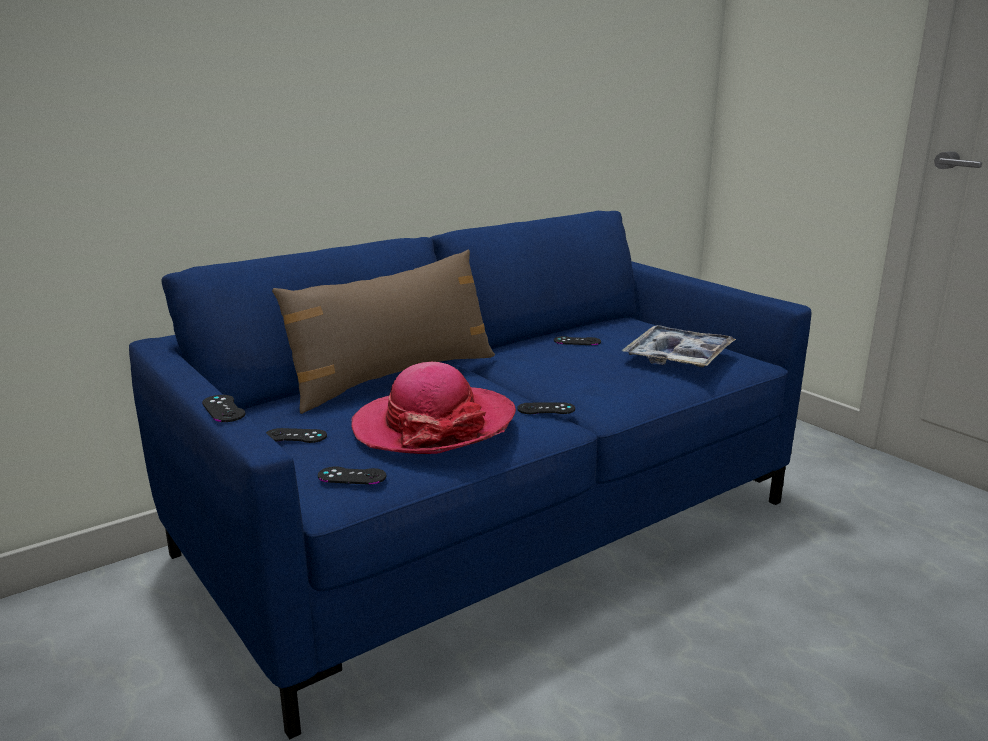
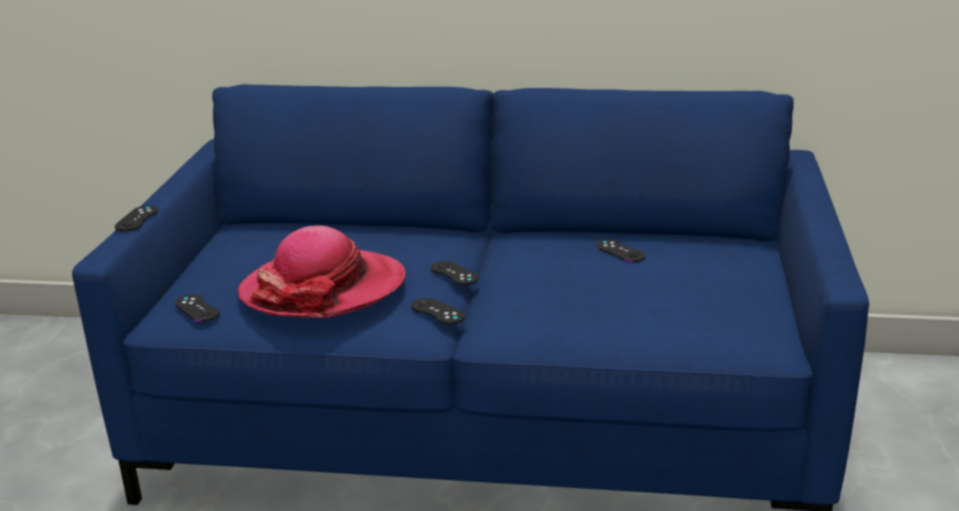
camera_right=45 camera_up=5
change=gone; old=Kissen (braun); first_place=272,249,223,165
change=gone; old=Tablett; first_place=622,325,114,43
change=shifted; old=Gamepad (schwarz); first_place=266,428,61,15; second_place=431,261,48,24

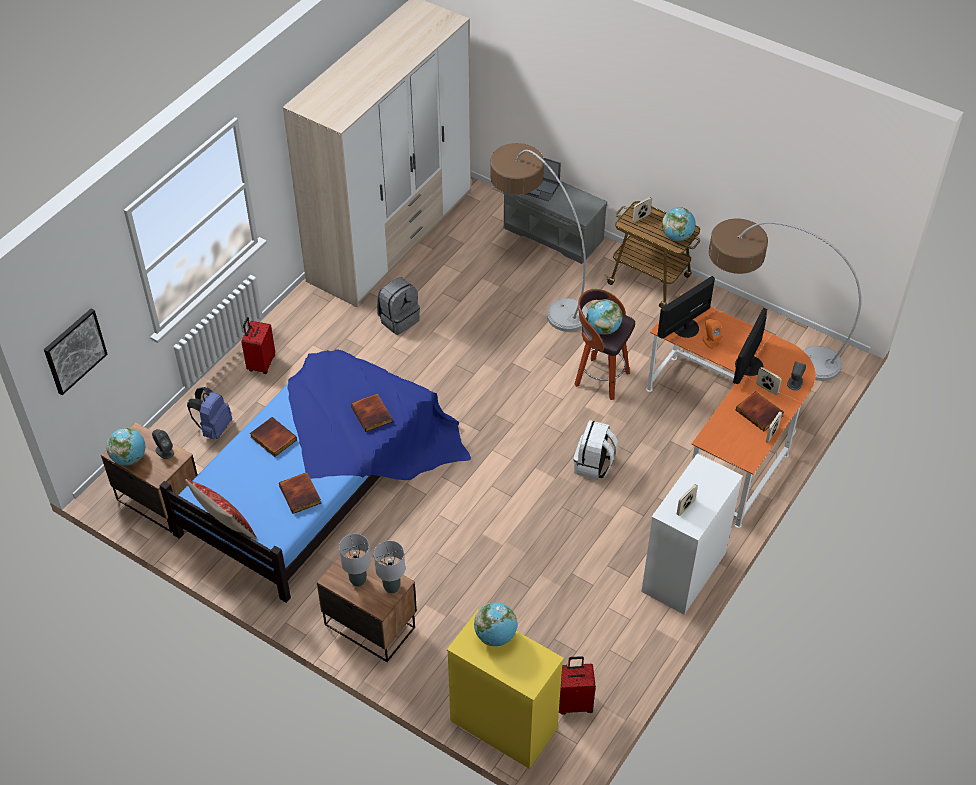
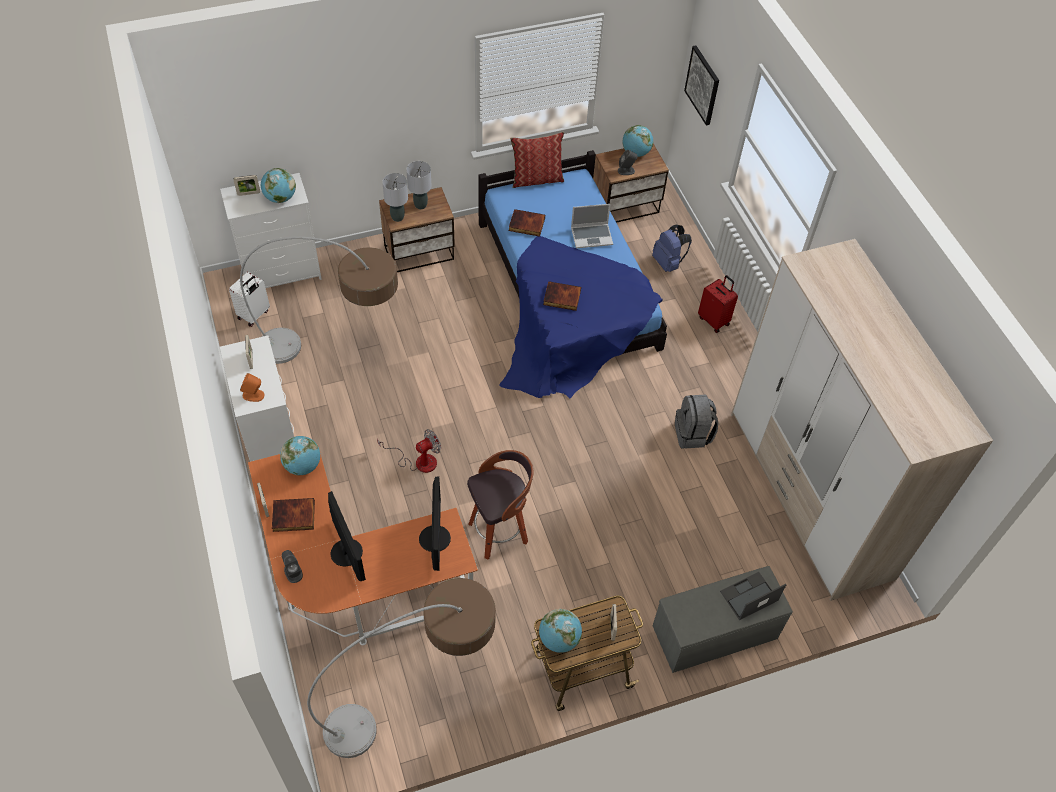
camera_right=125 camera_up=5
change=shifted; old=Stehlampe; first_place=490,143,98,189; second_place=240,237,158,127
change=shifted; old=Globus; first_place=587,299,36,36; second_place=280,436,40,40
change=shifted; old=Lautsprecher (orange); first_place=703,319,20,30; second_place=240,373,25,29
change=shifted; old=Bilderrahmen; first_place=756,367,26,28; second_place=234,175,26,21
change=swapped; old=Buch; new=Laptop; first_place=250,417,47,40; second_place=571,204,42,44
change=swapped; old=Rucksack (weiß); new=Ventilator; first_place=574,420,44,60; second_place=377,429,64,44
change=repainted; old=Kommode (gelb); new=Kommode (weiß); first_place=447,609,117,160; second_place=220,173,102,115
change=repainted; old=Koffer (rot); new=Koffer (weiß); first_place=559,656,37,59; second_place=229,272,41,55

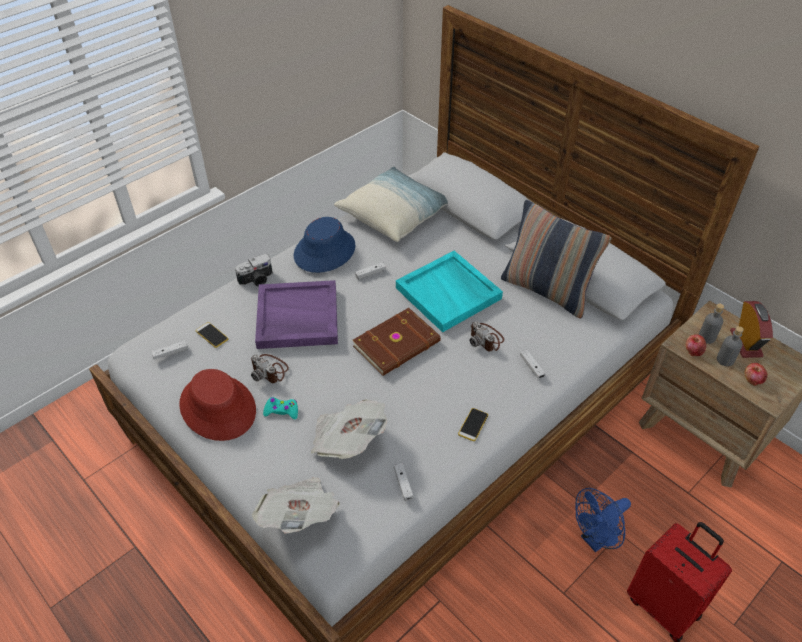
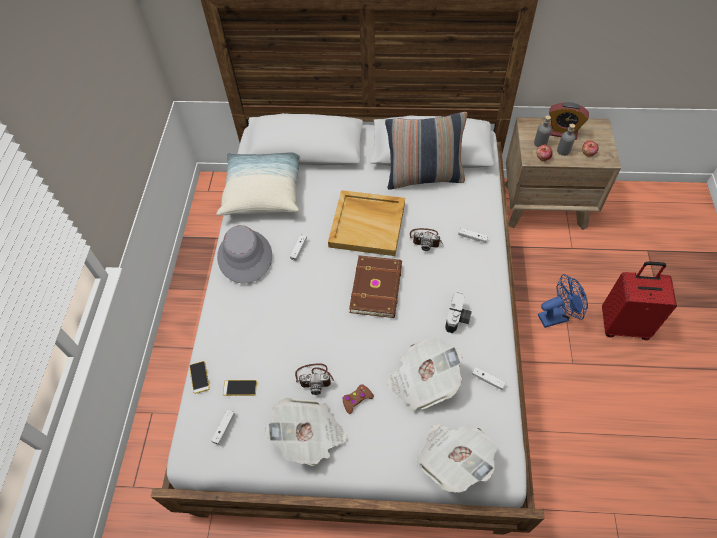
camera_right=-40 camera_up=10
change=repainted; old=Hut (blau); new=Hut (grau); first_place=294,217,62,56; second_place=217,225,55,58
change=repainted; old=Tablett (türkis); new=Tablett (beige); first_place=396,251,107,81; second_place=328,190,77,66
change=shifted; old=Kamera; first_place=235,254,38,32; second_place=445,292,27,41
change=gone; old=Tablett (lila); first_place=255,280,83,69
change=rotated; old=Wecker; first_place=730,301,43,57; second_place=549,102,40,38; degrees=150
change=swapped; old=Hut (rot); new=Zeitung; first_place=179,369,77,72; second_place=265,398,83,68
change=repainted; old=Gamepad (türkis); new=Gamepad (braun); first_place=263,397,35,22; second_place=342,384,32,30
change=shifted; old=Handy; first_place=458,408,30,33; second_place=189,361,21,33
change=rotated; old=Ventilator (blau); first_place=575,488,56,64; second_place=538,274,50,54; degrees=-120

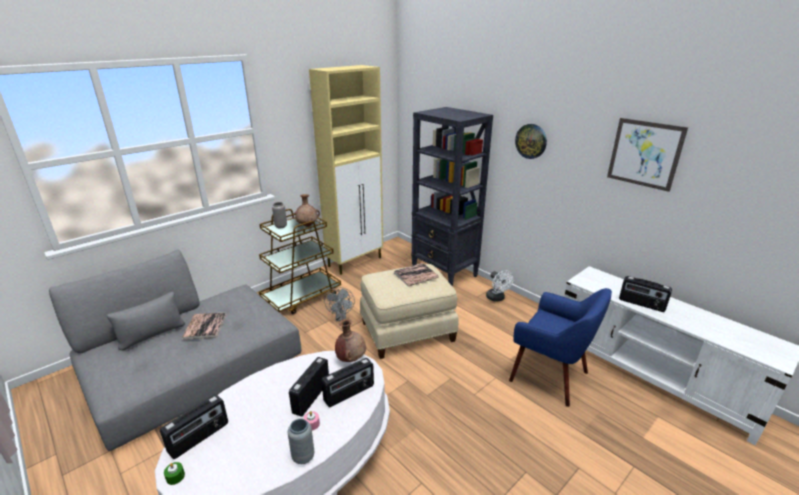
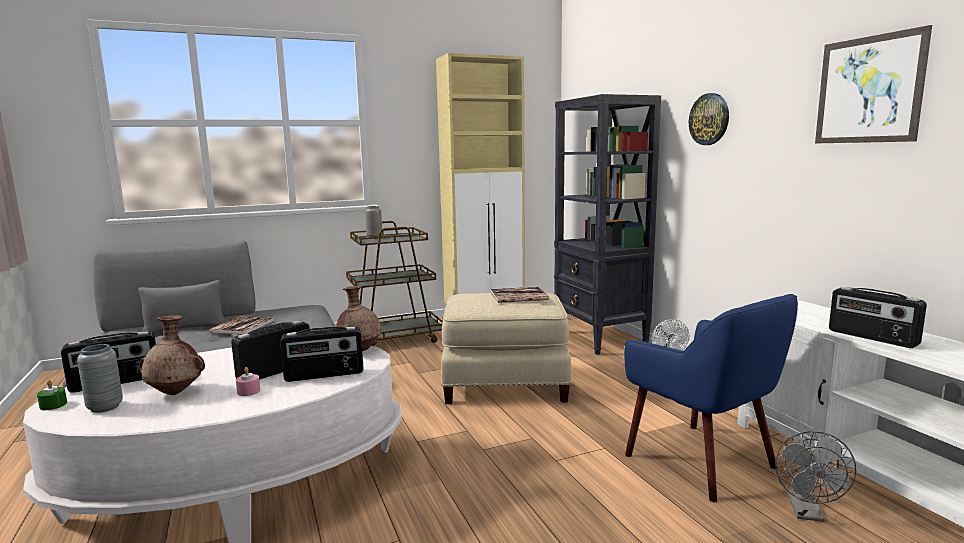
camera_right=20 camera_up=-15
change=shifted; old=Vase (braun); first_place=293,194,27,33; second_place=138,315,67,80
change=shifted; old=Ventilator (grau); first_place=324,287,31,34; second_place=775,431,81,91
change=shifted; old=Vase (grau); first_place=288,418,26,46; second_place=77,344,46,69

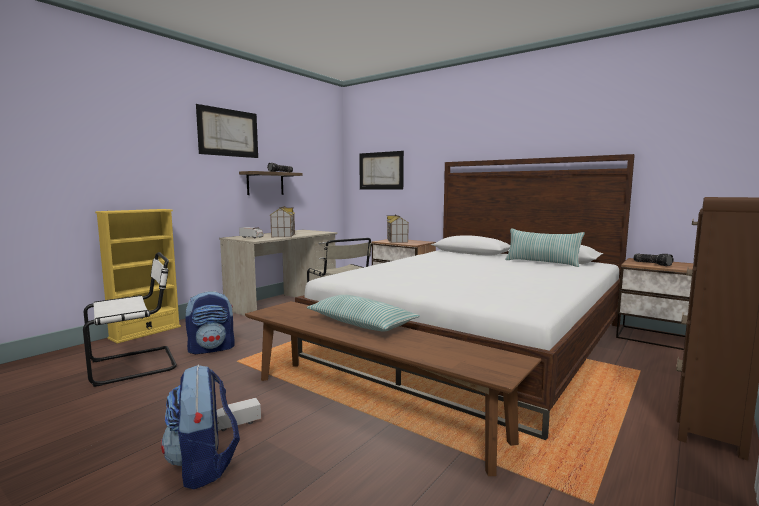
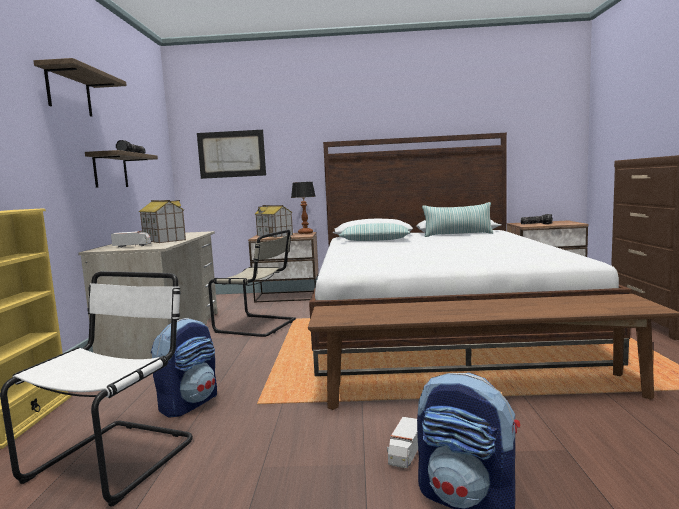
camera_right=-35 camera_up=0
change=swapped; old=Bild; new=Wandregal; first_place=196,104,62,54; second_place=33,58,94,59
change=shifted; old=Kissen; first_place=307,295,113,37; second_place=338,223,73,18
change=new; new=Tischlampe; second_place=291,182,25,52

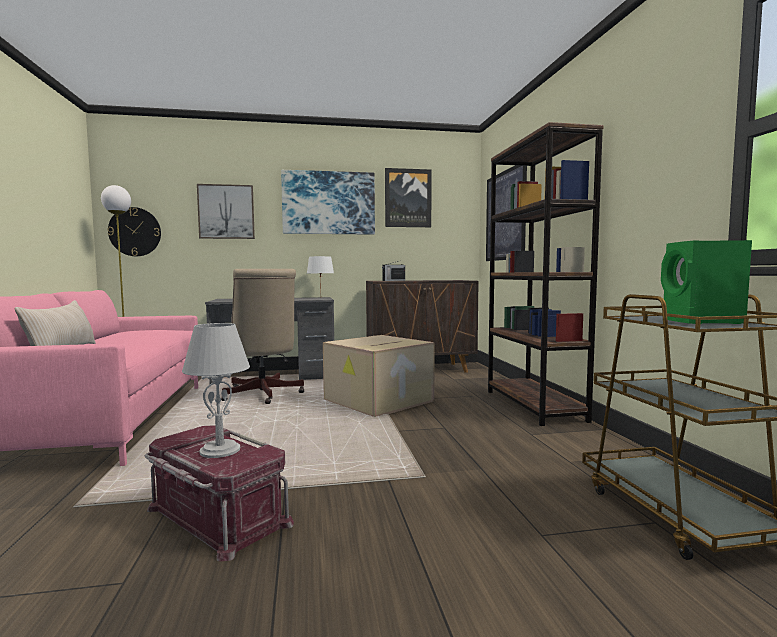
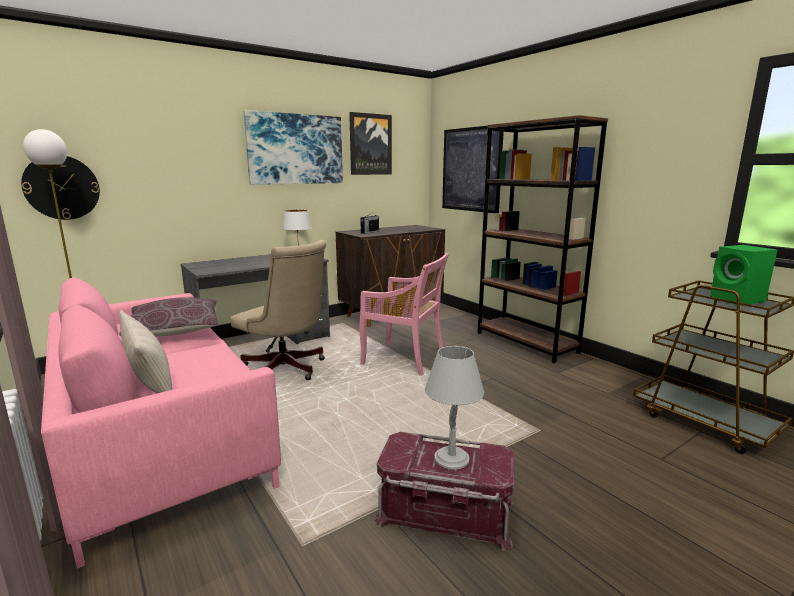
camera_right=-25 camera_up=10
change=gone; old=Bild; first_place=197,184,58,55
change=swapped; old=Karton; new=Stuhl (rosa); first_place=323,335,112,82; second_place=359,253,90,123
change=new; new=Kissen (braun); second_place=119,297,100,40

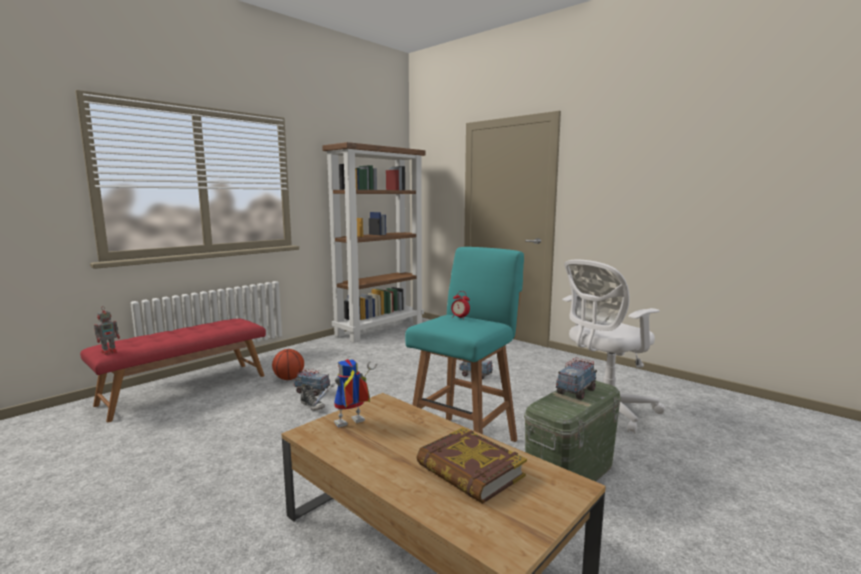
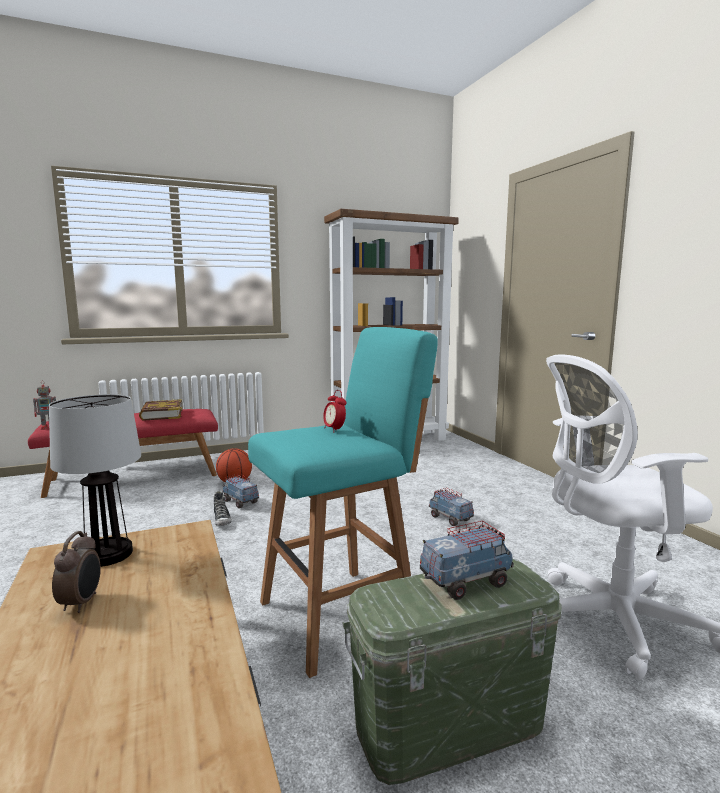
camera_right=25 camera_up=0
change=swapped; old=Spielzeugroboter; new=Tischlampe; first_place=314,359,63,69; second_place=49,394,92,173
change=shifted; old=Buch; first_place=417,427,110,77; second_place=139,399,43,22
change=new; new=Wecker; second_place=52,531,49,82

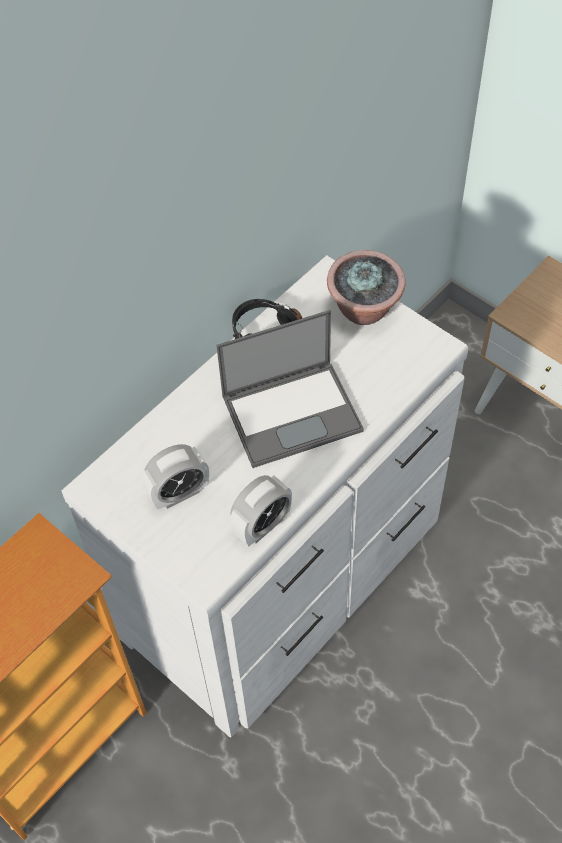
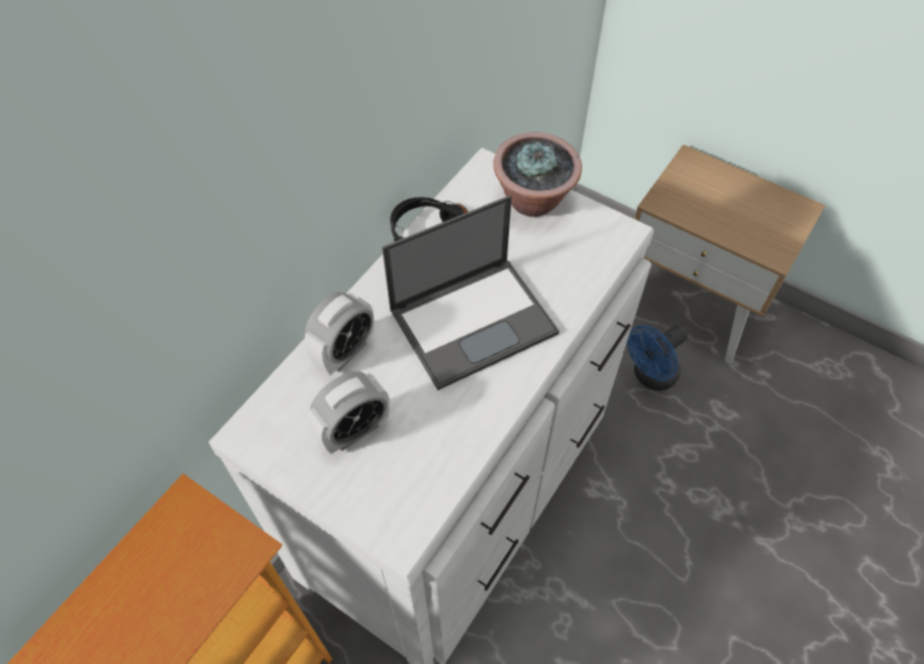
camera_right=-10 camera_up=0
change=shifted; old=Wecker; first_place=230,475,62,72; second_place=304,291,70,84
change=new; new=Ventilator (blau); second_place=627,325,61,66

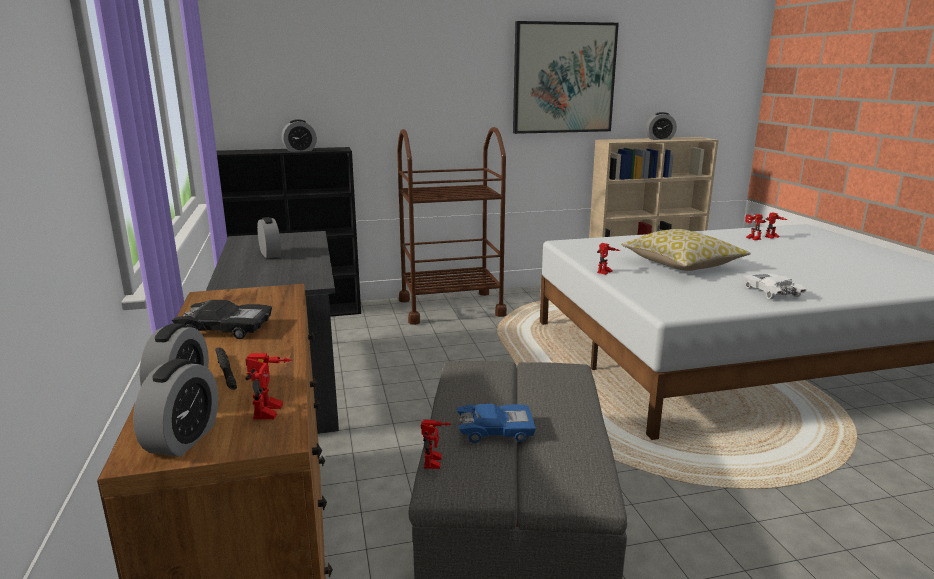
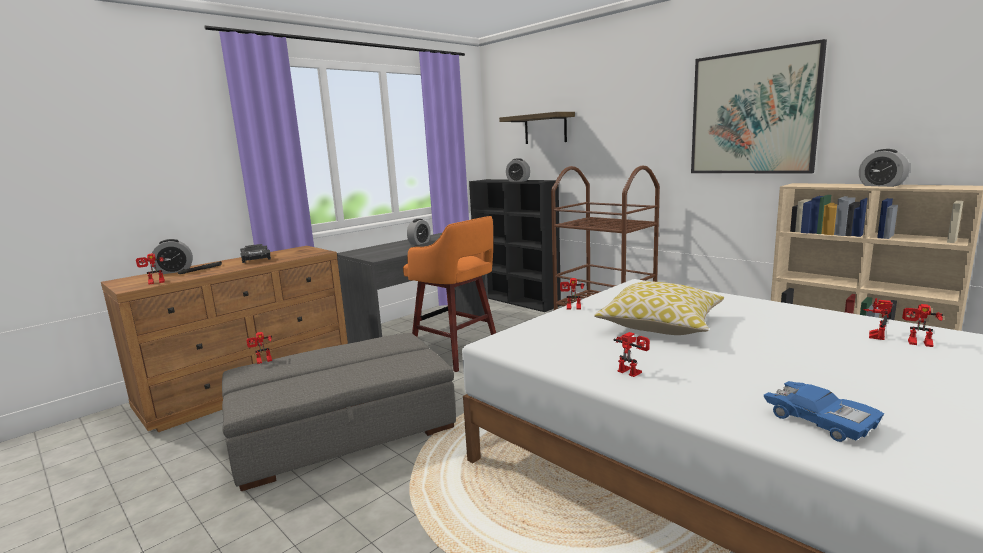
camera_right=60 camera_up=-5
change=swapped; old=Spielzeugauto (weiß); new=Spielzeugroboter; first_place=743,274,64,25; second_place=613,332,37,45
change=gone; old=Wecker; first_place=133,359,85,98
change=shifted; old=Spielzeugauto (blau); first_place=457,404,79,39; second_place=764,381,120,61
change=new; new=Wandregal; second_place=499,112,76,32
change=new; new=Hocker (orange); second_place=403,216,93,156

